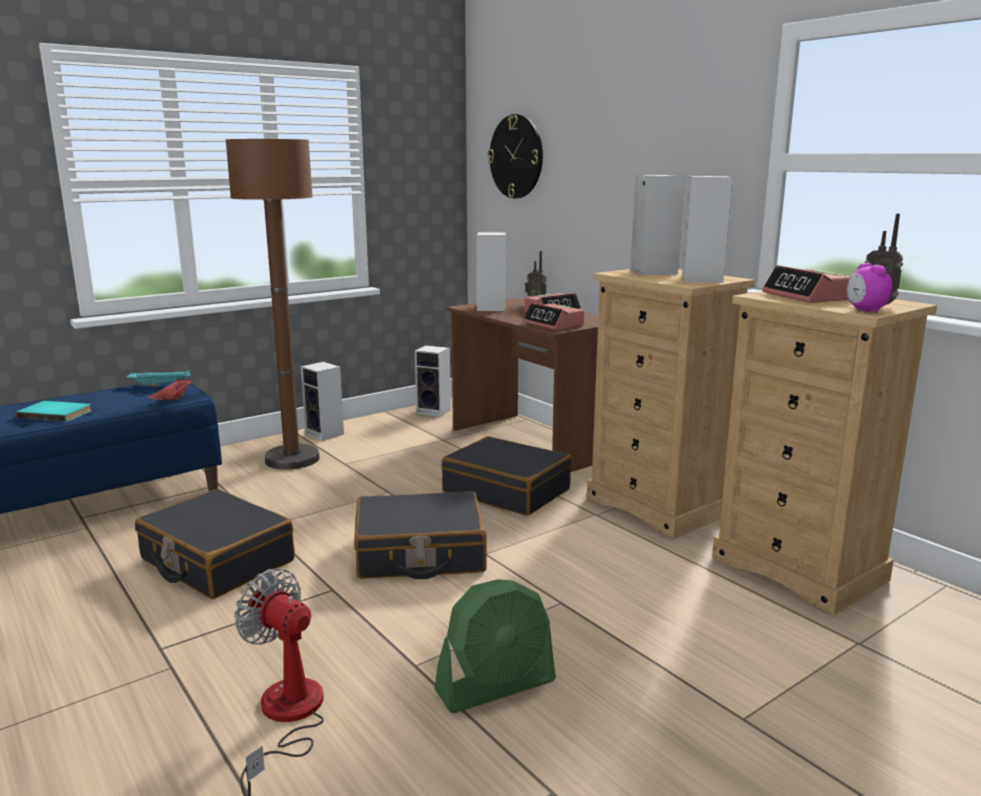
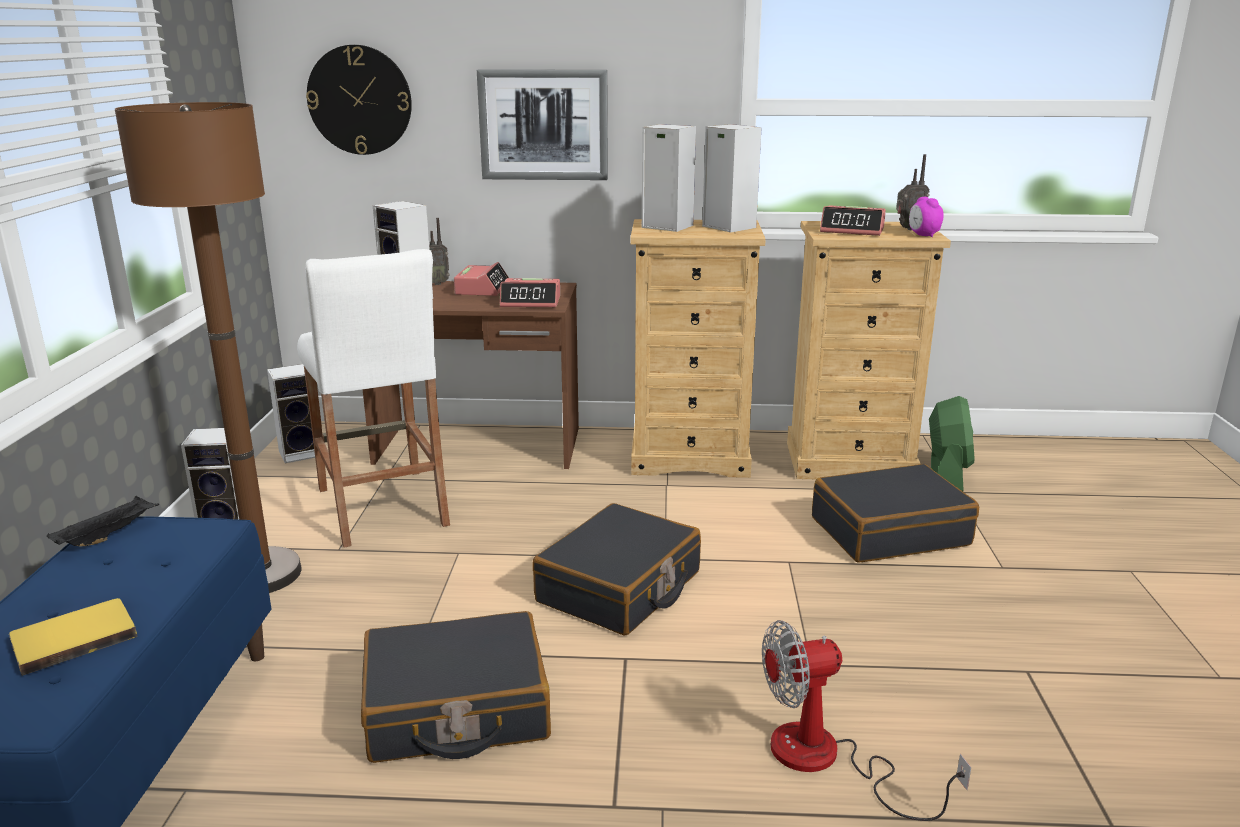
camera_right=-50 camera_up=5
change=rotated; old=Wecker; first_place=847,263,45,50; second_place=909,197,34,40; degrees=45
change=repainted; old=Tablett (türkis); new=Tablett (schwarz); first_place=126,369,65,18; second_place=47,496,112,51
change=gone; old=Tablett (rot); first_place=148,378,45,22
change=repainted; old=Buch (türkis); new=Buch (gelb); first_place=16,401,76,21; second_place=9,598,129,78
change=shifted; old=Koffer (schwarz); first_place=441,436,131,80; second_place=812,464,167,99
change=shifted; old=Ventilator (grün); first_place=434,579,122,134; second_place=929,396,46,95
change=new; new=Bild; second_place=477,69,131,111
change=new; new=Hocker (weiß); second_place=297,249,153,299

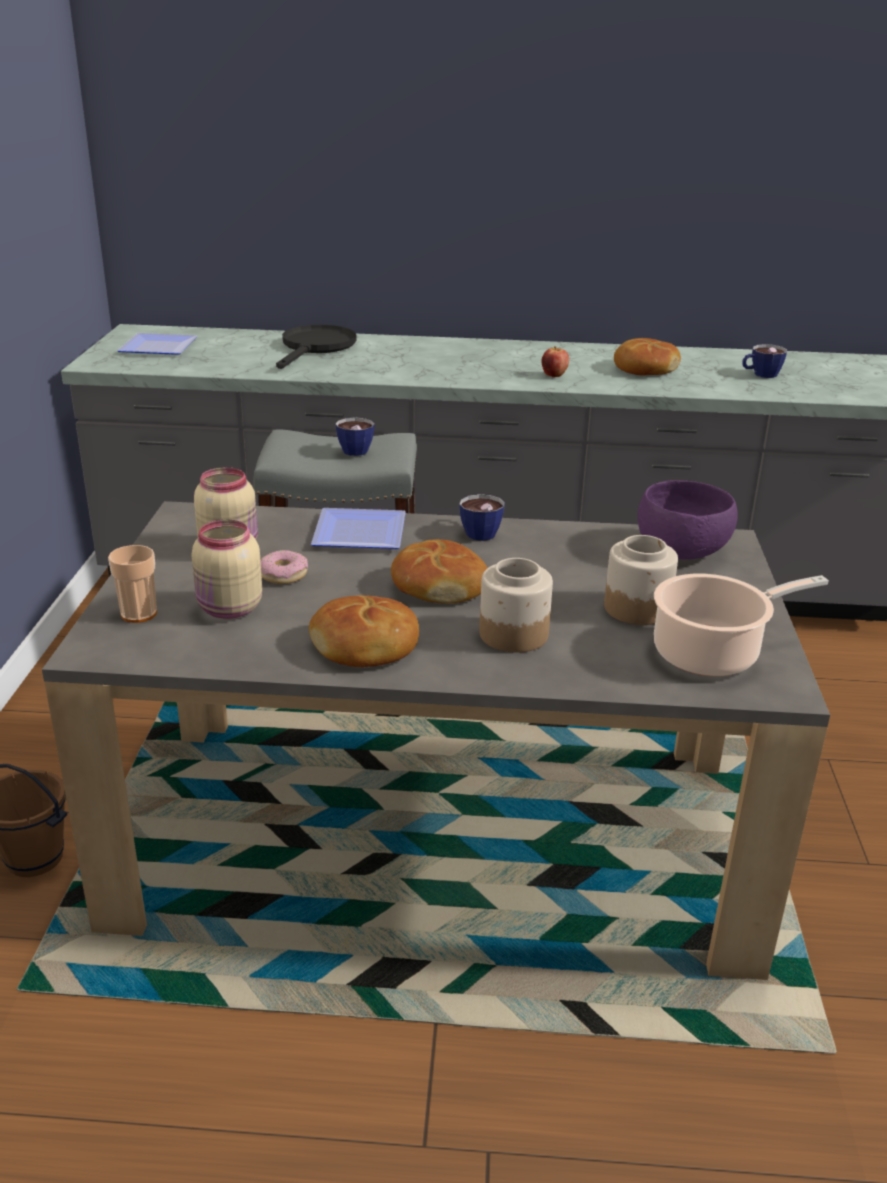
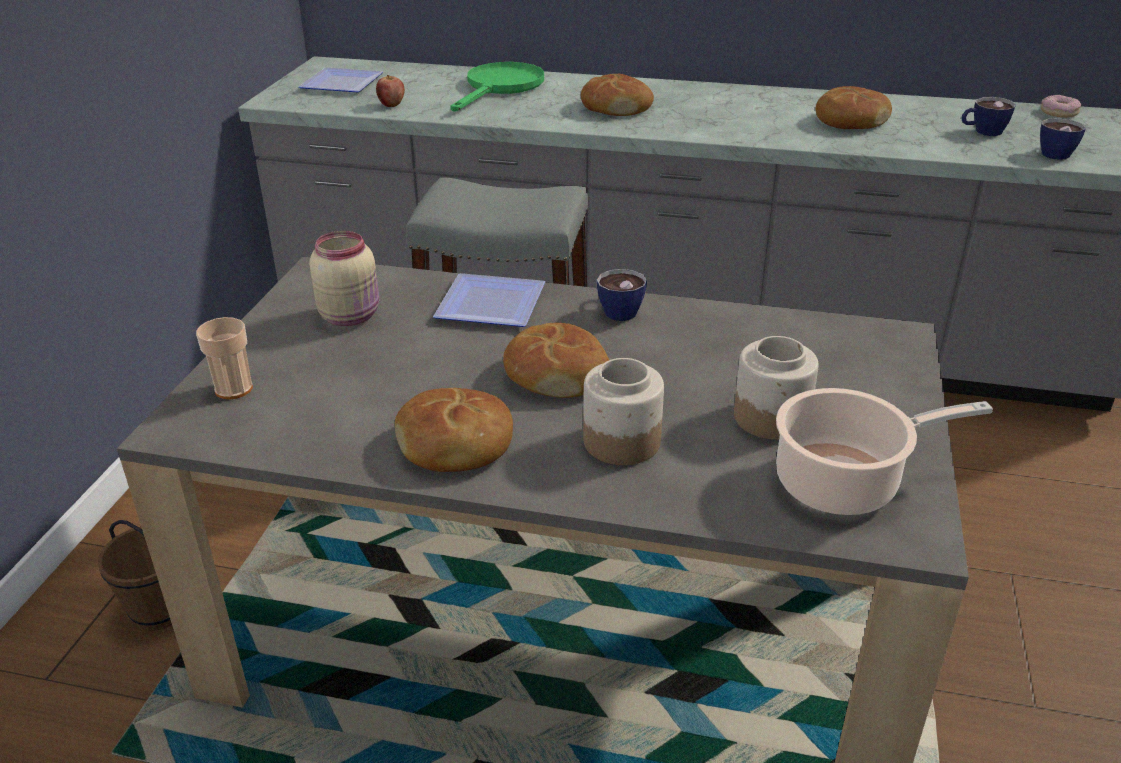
camera_right=10 camera_up=5
change=repainted; old=Pfanne (schwarz); new=Pfanne (grün); first_place=276,325,81,44; second_place=450,62,94,50
change=shifted; old=Apfel; first_place=542,346,27,31; second_place=376,75,29,32
change=shifted; old=Tasse; first_place=335,417,40,39; second_place=1040,118,46,42
change=gone; old=Schüssel (lila); first_place=638,480,100,79
change=gone; old=Vorratsglas (beige); first_place=192,519,70,100
change=shifted; old=Donut; first_place=260,550,48,34; second_place=1041,95,40,23
change=new; new=Brot; second_place=581,74,73,42

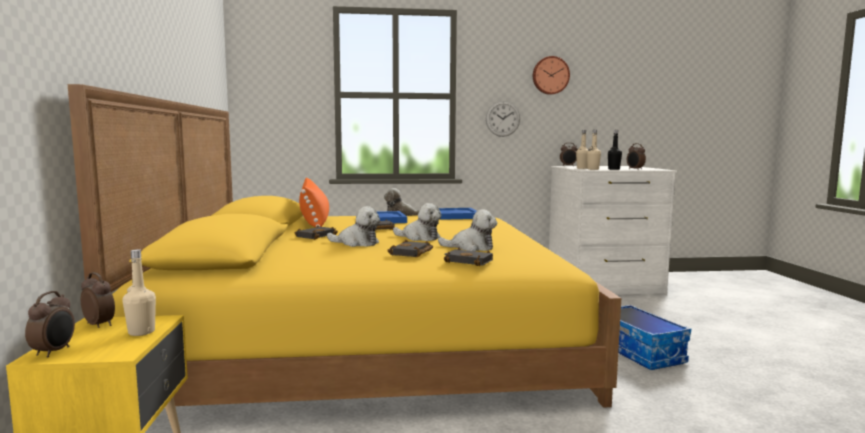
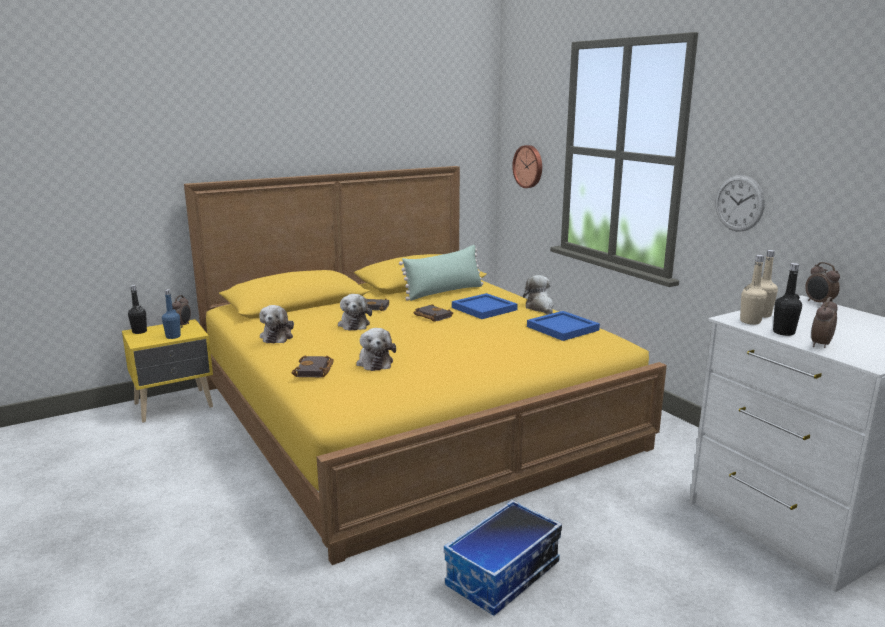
camera_right=65 camera_up=10
change=shifted; old=Wanduhr; first_place=533,56,37,39; second_place=512,145,30,43
change=repainted; old=Kissen (orange); new=Kissen (grün); first_place=299,177,30,50; second_place=399,245,84,56
change=shifted; old=Plüschtier; first_place=393,203,48,38; second_place=259,305,35,38
change=gone; old=Buch (schwarz); first_place=387,240,46,17
change=repainted; old=Flasche (beige); new=Flasche (blau); first_place=123,249,33,87; second_place=162,289,19,50
change=swapped; old=Wecker; new=Flasche (schwarz); first_place=25,291,50,67; second_place=128,285,19,49

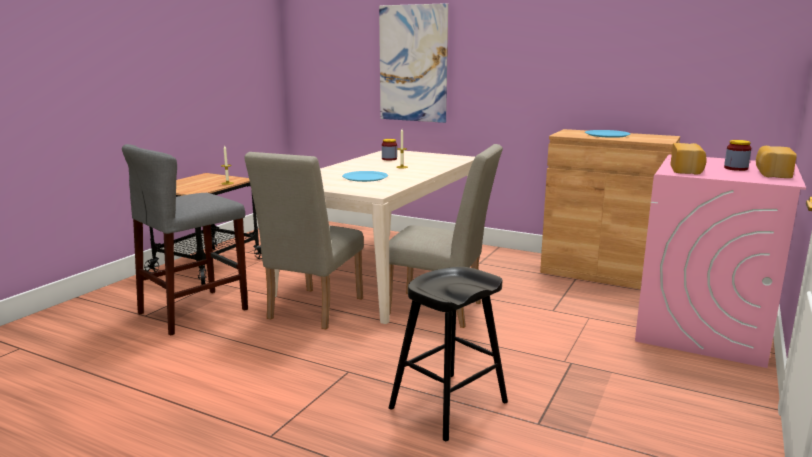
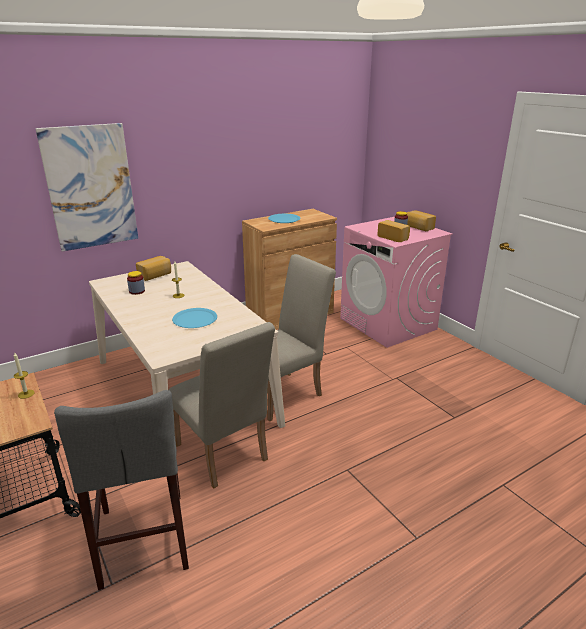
camera_right=-60 camera_up=10
change=gone; old=Hocker (schwarz); first_place=389,267,119,174
change=new; new=Brot; second_place=136,256,35,25

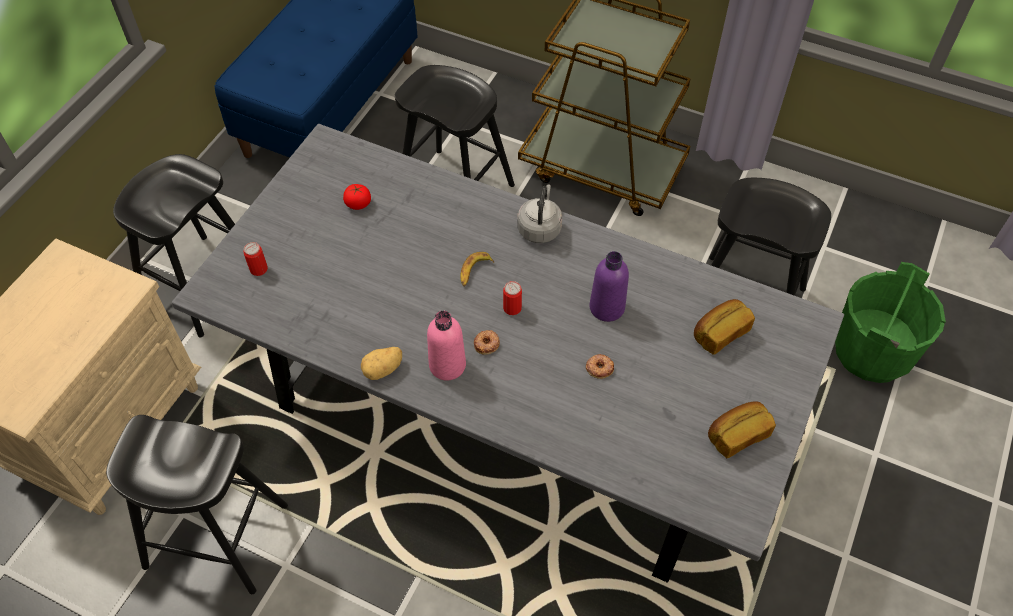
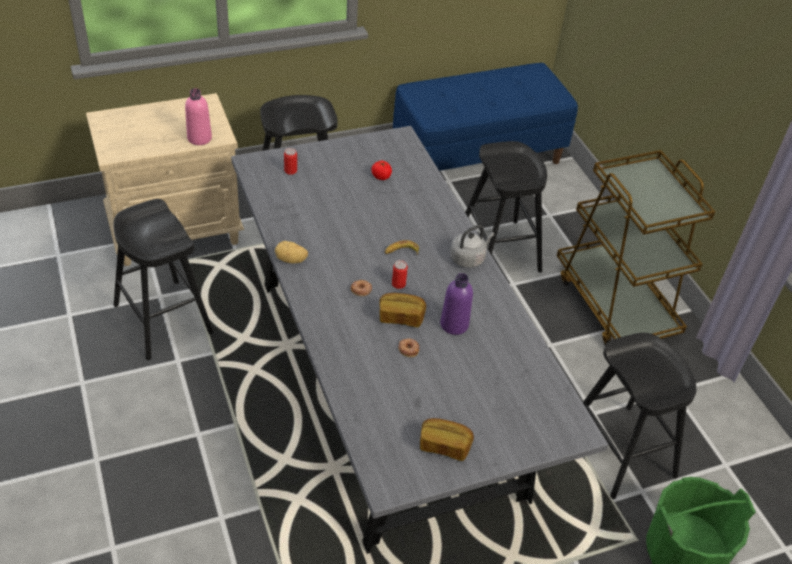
camera_right=40 camera_up=-10
change=shifted; old=Brot; first_place=694,299,61,56; second_place=379,293,47,34
change=shifted; old=Flasche (rosa); first_place=427,311,39,70; second_place=185,88,27,57

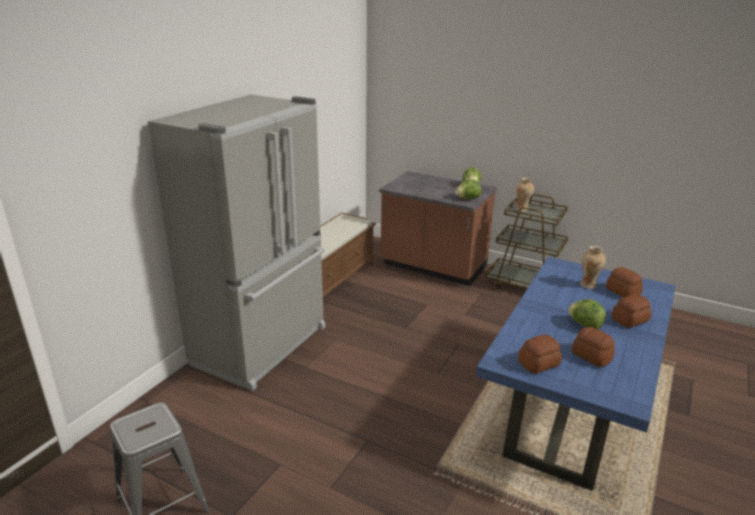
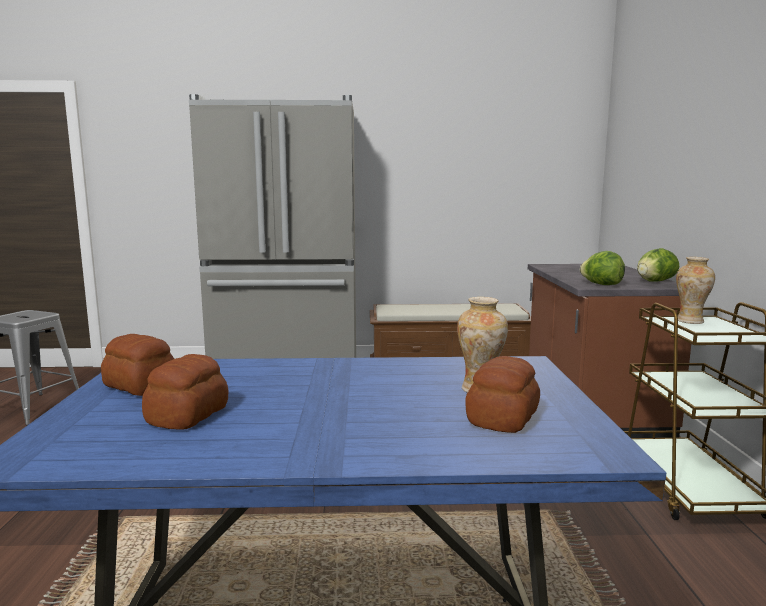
camera_right=60 camera_up=-15
change=gone; old=Brot; first_place=612,294,40,34
change=gone; old=Salatkopf; first_place=568,299,38,30

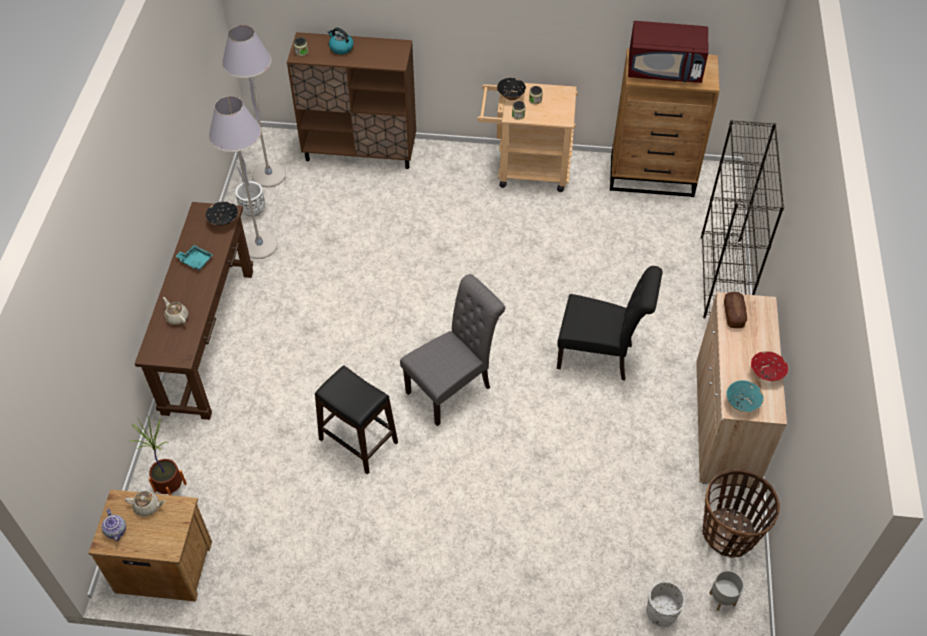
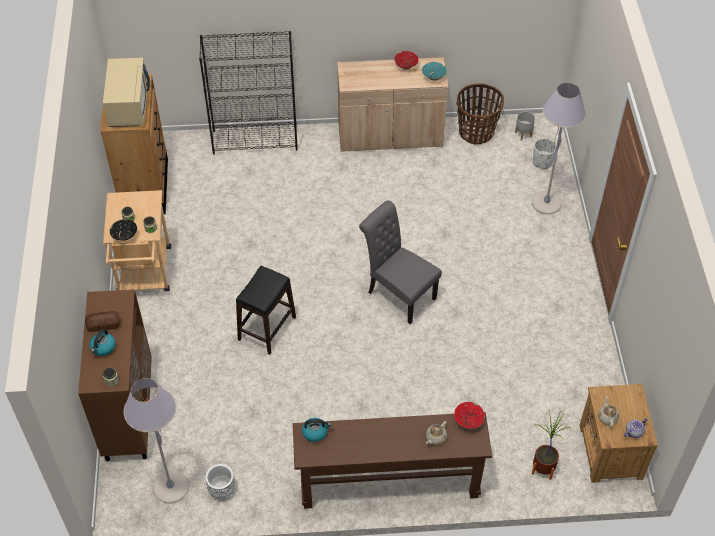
camera_right=-100 camera_up=0
change=repainted; old=Mikrowelle (rot); new=Mikrowelle (beige); first_place=628,21,80,62; second_place=103,58,47,69
change=shifted; old=Stehlampe (grau); first_place=208,96,70,163; second_place=532,82,54,132
change=swapped; old=Schüssel (schwarz); new=Wasserkessel; first_place=206,202,32,24; second_place=302,418,29,24
change=gone; old=Tablett (türkis); first_place=176,245,37,26
change=gone; old=Stuhl (schwarz); first_place=557,266,106,115
change=shifted; old=Brot; first_place=724,292,23,36; second_place=85,311,35,21
change=shifted; old=Hocker (schwarz); first_place=315,365,83,110; second_place=236,266,60,89
change=new; new=Schüssel (rot); second_place=454,402,31,27

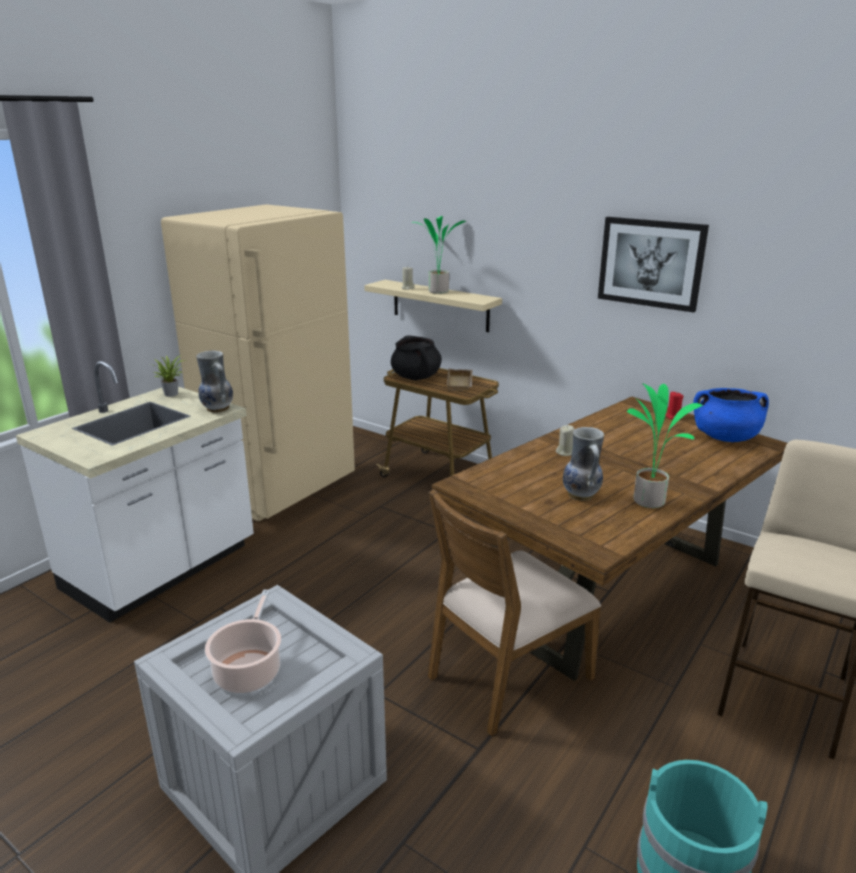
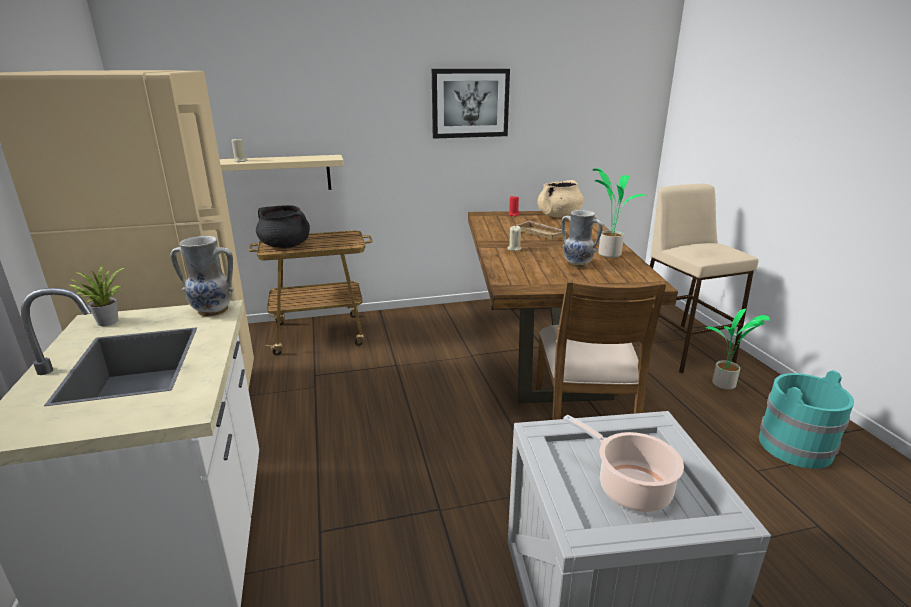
camera_right=-50 camera_up=0
change=shifted; old=Topfpflanze; first_place=411,216,55,78; second_place=706,309,64,81
change=shifted; old=Tablett (beige); first_place=446,369,27,22; second_place=516,221,50,19
change=repainted; old=Kochtopf (blau); new=Kochtopf (beige); first_place=693,388,76,54; second_place=537,180,47,38

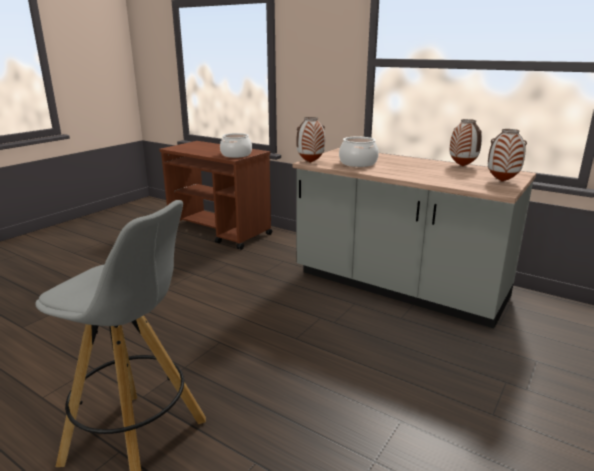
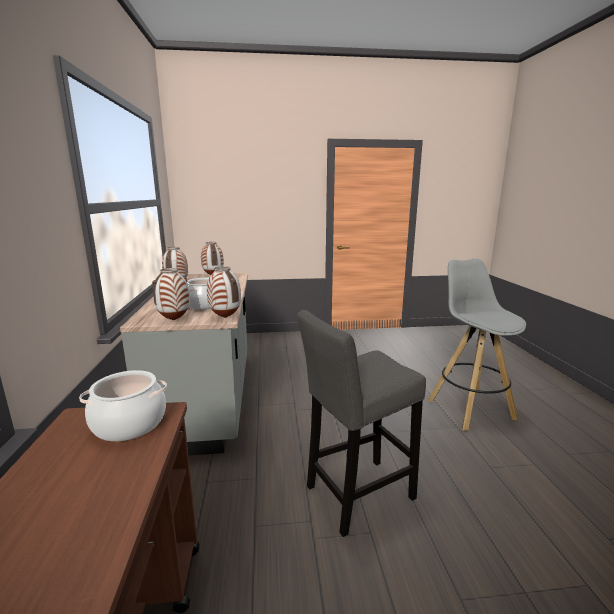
camera_right=-130 camera_up=-5
change=new; new=Vase; second_place=152,268,38,52
change=new; new=Hocker (grau); second_place=297,310,129,227

